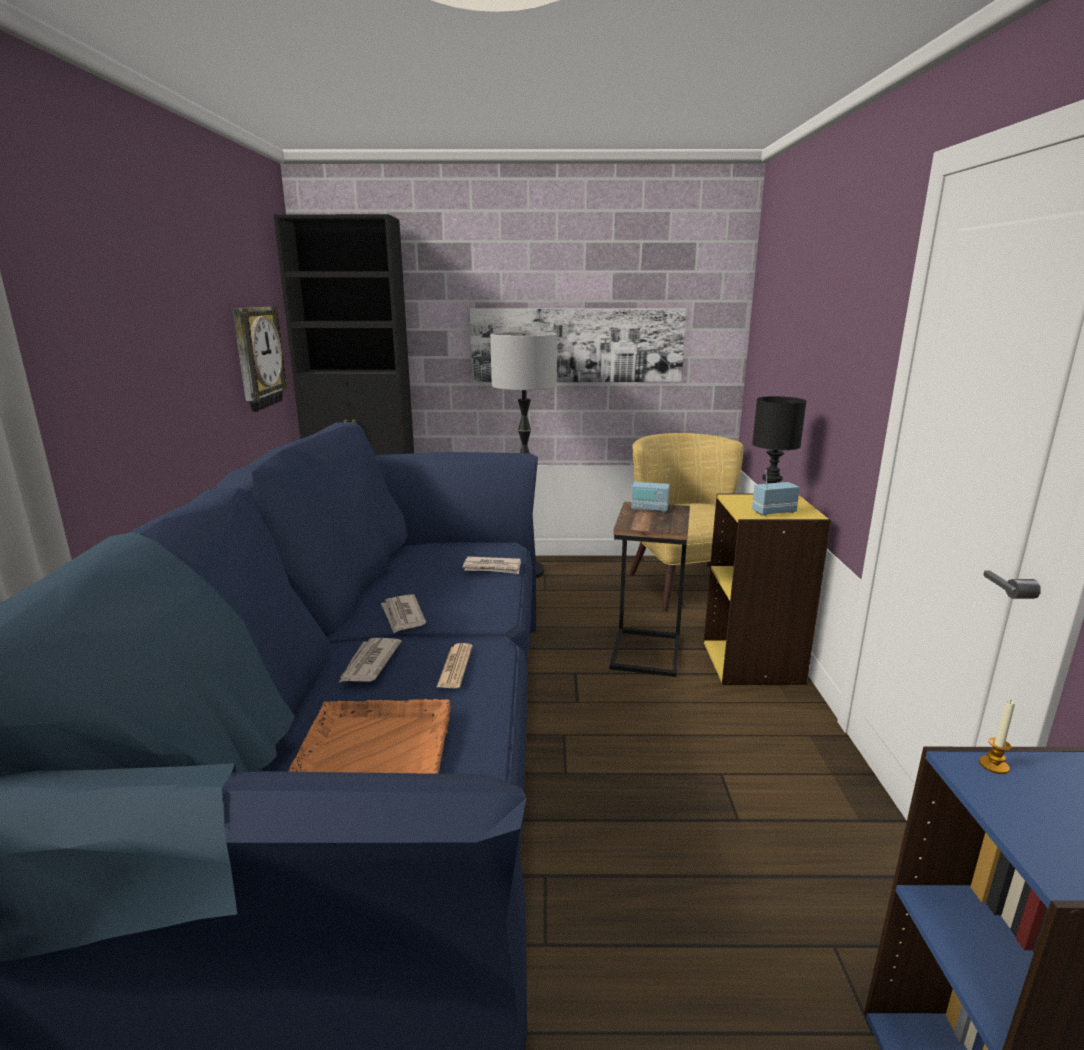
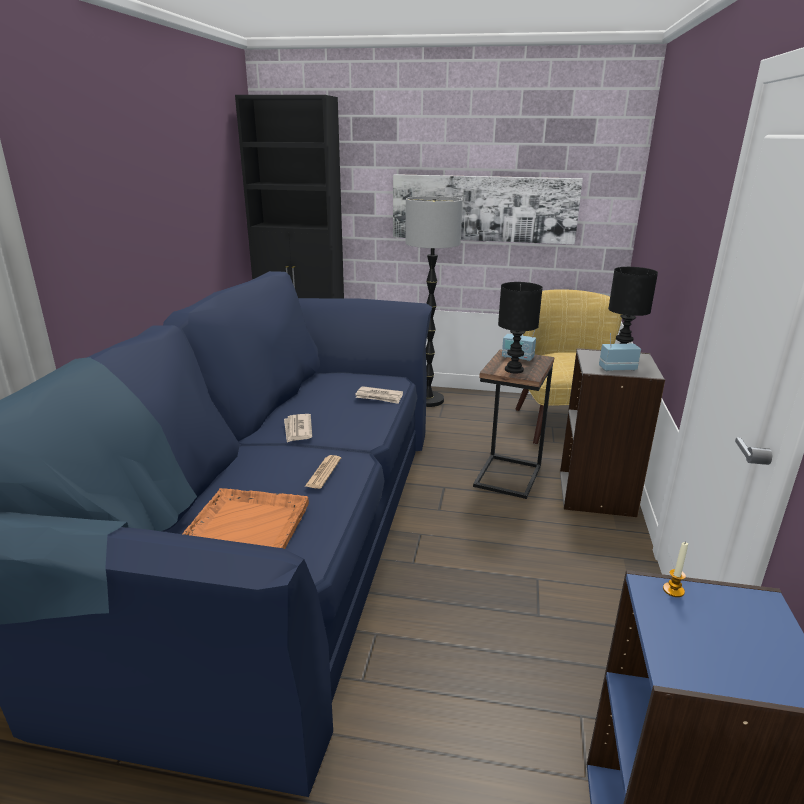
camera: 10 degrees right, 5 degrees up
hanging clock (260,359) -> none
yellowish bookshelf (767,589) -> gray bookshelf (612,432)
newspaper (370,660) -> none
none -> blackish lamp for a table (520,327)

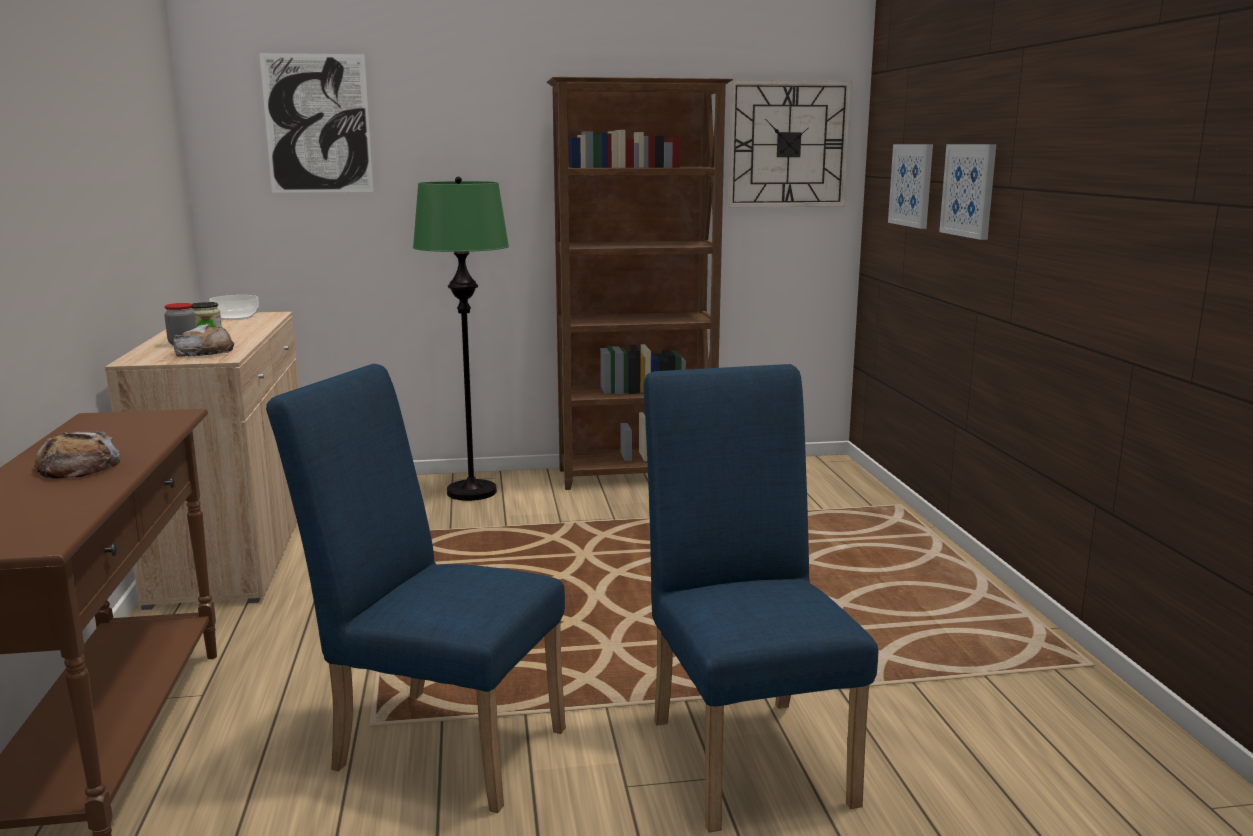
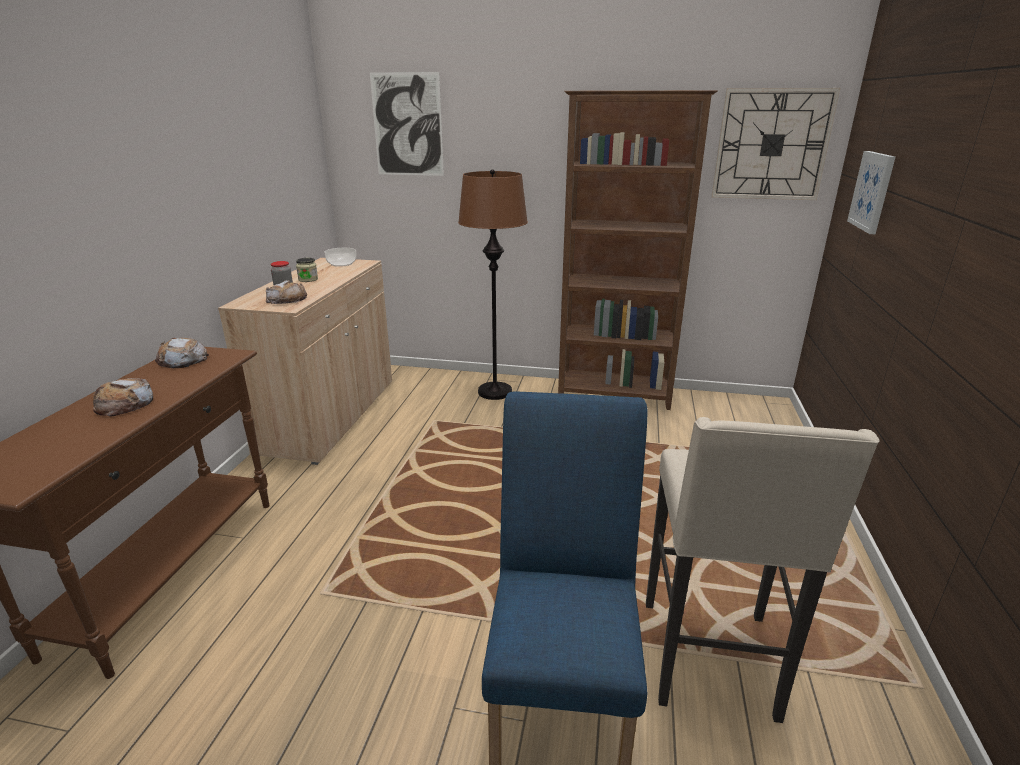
camera: 20 degrees right, 10 degrees up
wall picture (967,192) -> none
green-coloured floor lamp (461,339) -> brownish floor lamp (493,284)
blue-coloured upright chair (416,588) -> none
none -> baked bread (182,353)
none -> beige sitting stool (762,570)

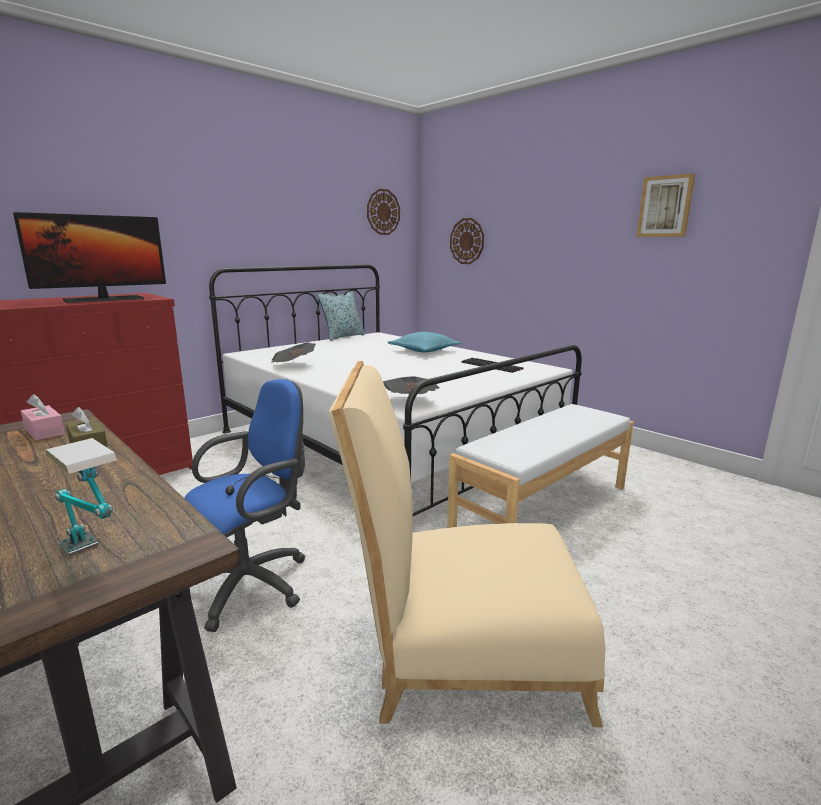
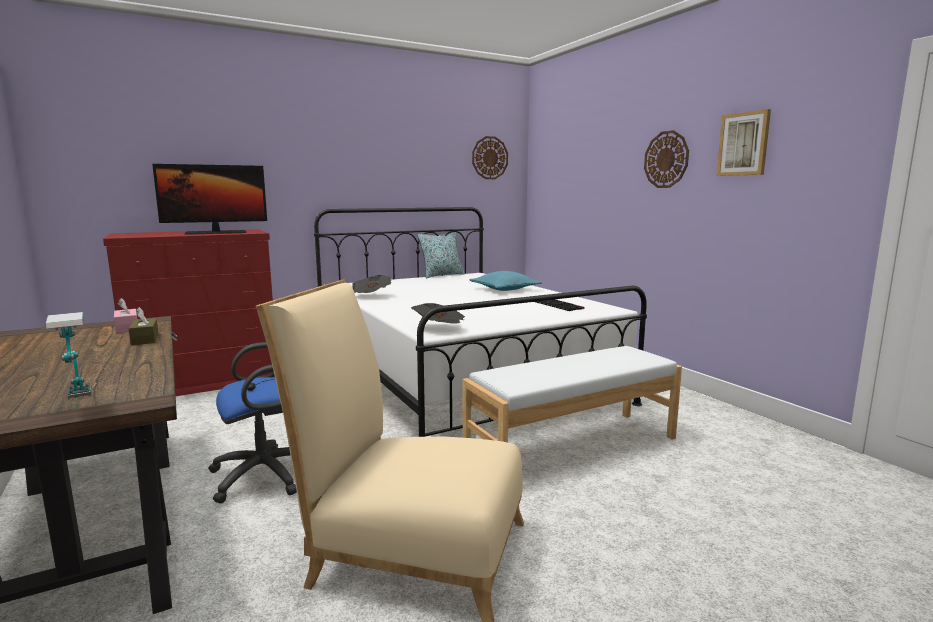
camera: 15 degrees right, 5 degrees down
hanging clock (467,241) -> hanging clock (666,159), moved

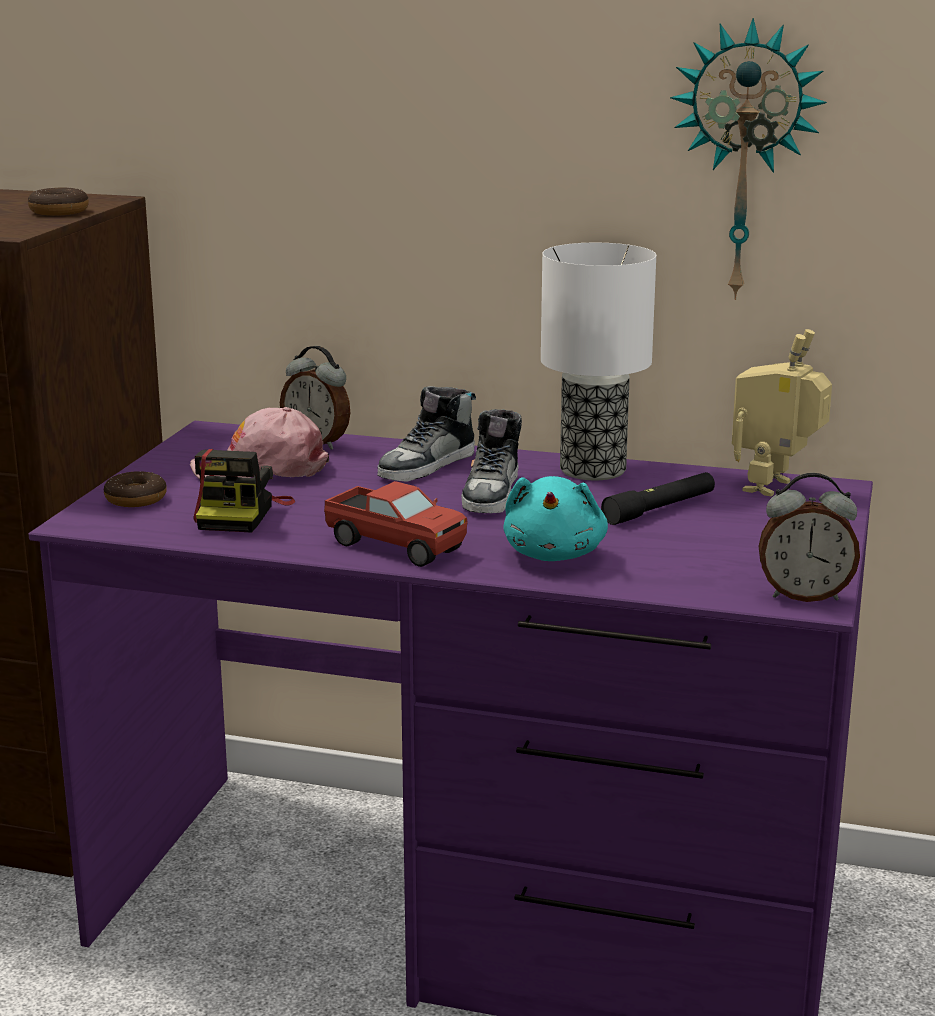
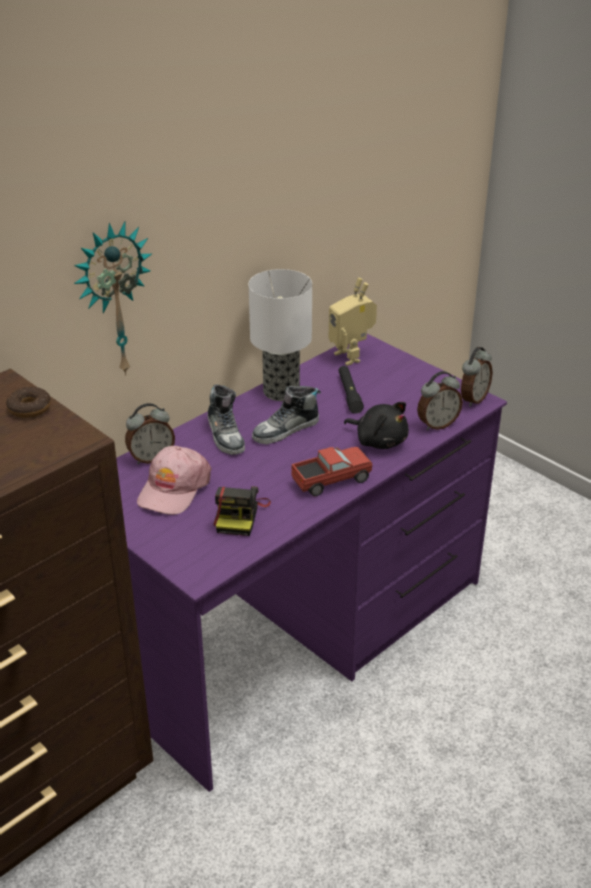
camera: 60 degrees left, 15 degrees up
hanging clock (748,159) -> hanging clock (113,298), moved
shoe (491,461) -> shoe (286,415), 105 degrees clockwise
photo camera (244,491) -> photo camera (242,511), 60 degrees clockwise
donut (135,489) -> none
turquoise-coloured soft toy (555,518) -> blackish soft toy (376,425)
none -> bedside clock (440,401)

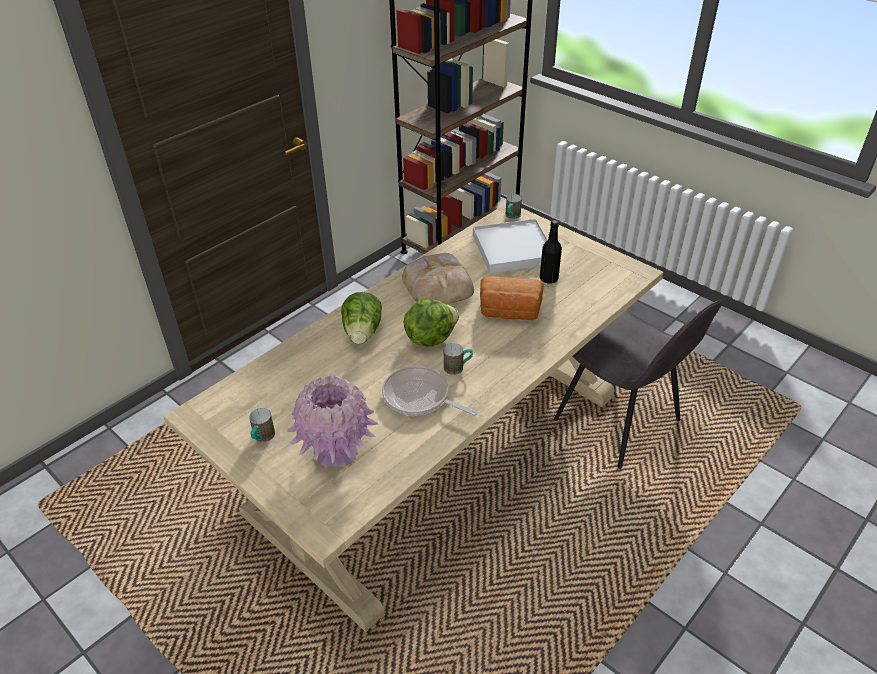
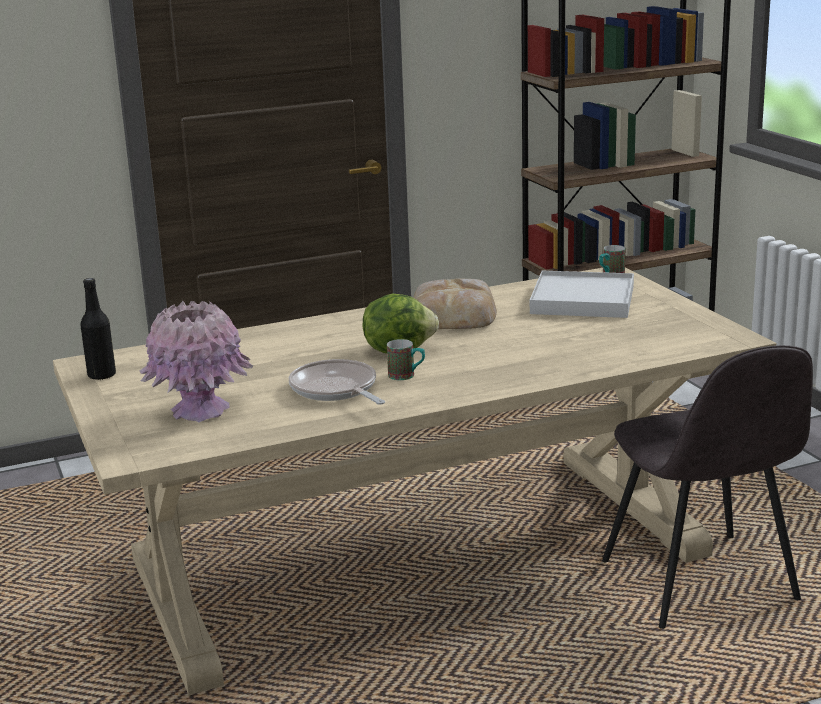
camera: 25 degrees right, 20 degrees down
blackish bottle (551,252) -> blackish bottle (98,329), moved
baked bread (512,298) -> none
lettuce head (361,318) -> none
coffee mug (262,425) -> none

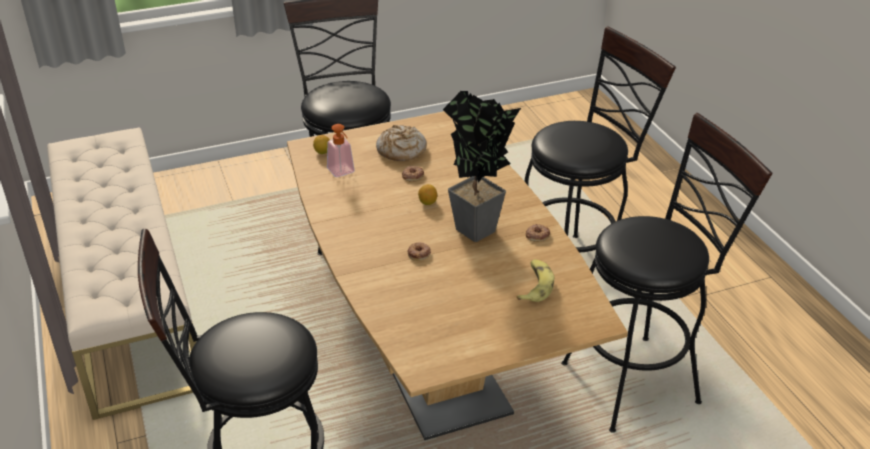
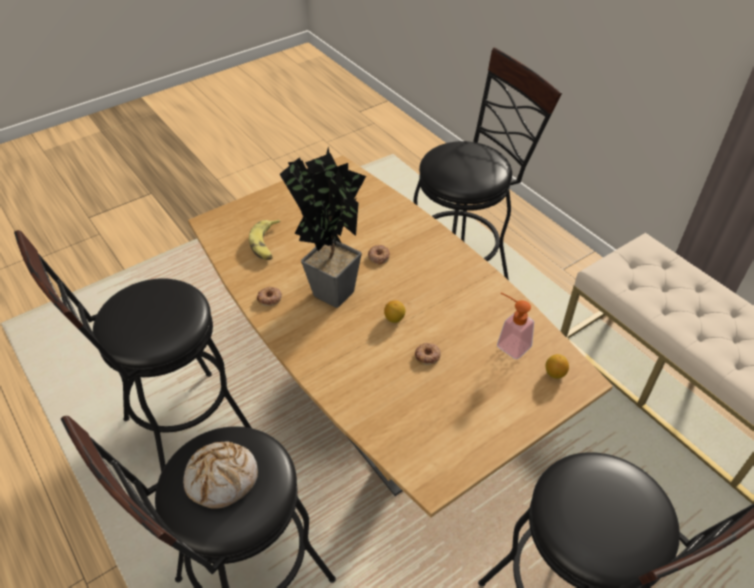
camera: 165 degrees right, 10 degrees up
baked bread (401,143) -> baked bread (220,475), moved

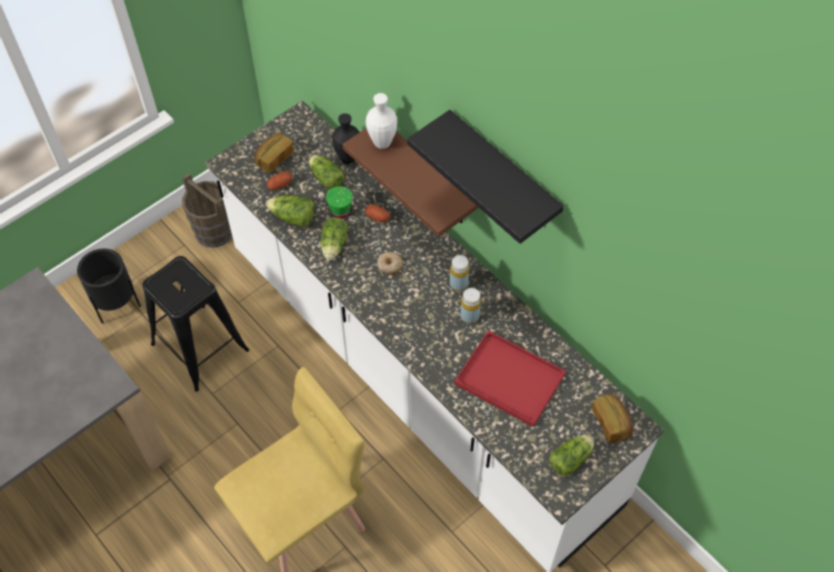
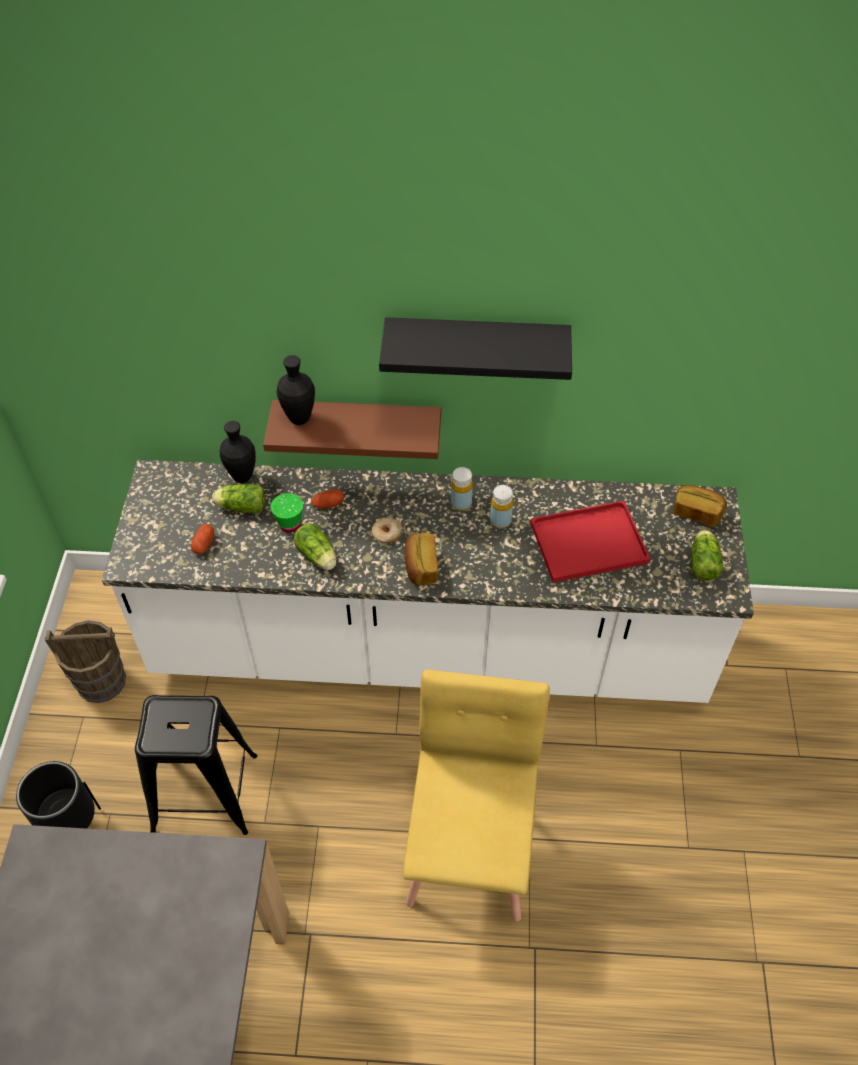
camera: 45 degrees left, 5 degrees down
whitish vase (381,121) -> blackish vase (296,390)
baked bread (274,153) -> baked bread (421,559), moved
lettuce head (290,211) -> none

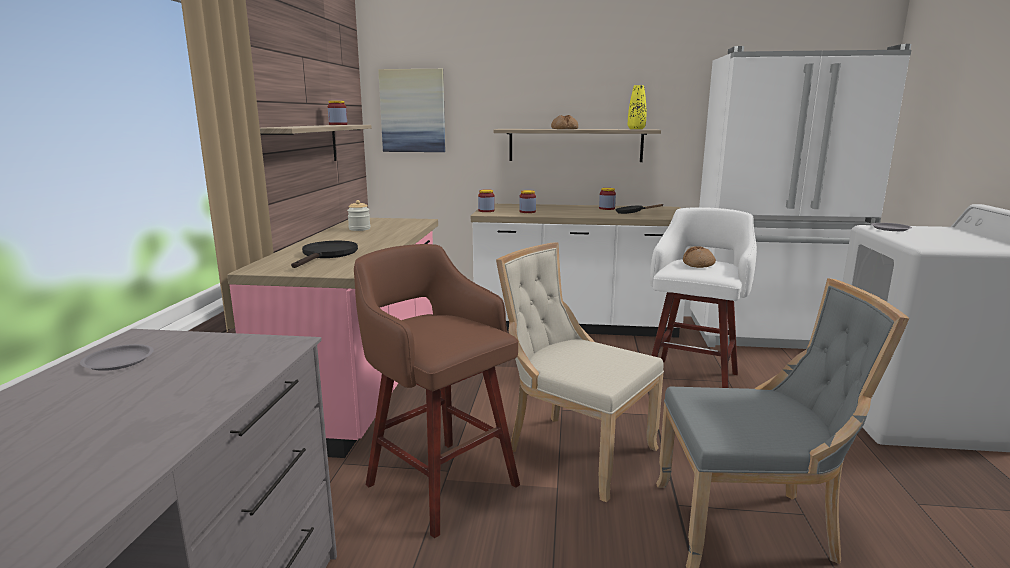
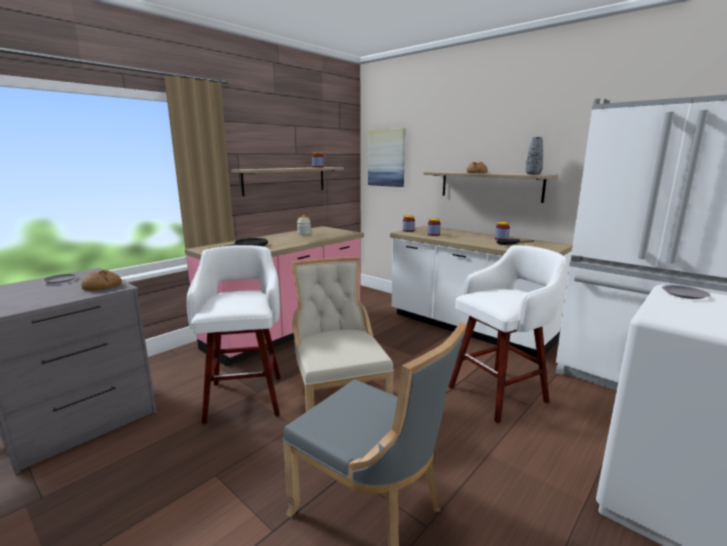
camera: 35 degrees right, 0 degrees up
yellowish vase (637,107) -> gray vase (534,156)
brownish sitting stool (437,391) -> whitish sitting stool (234,334)
baked bread (699,257) -> baked bread (101,280), moved

